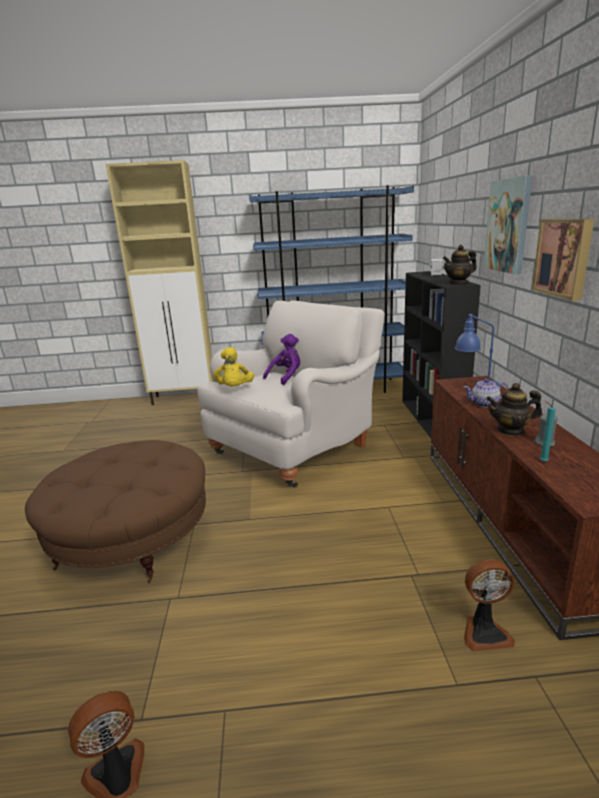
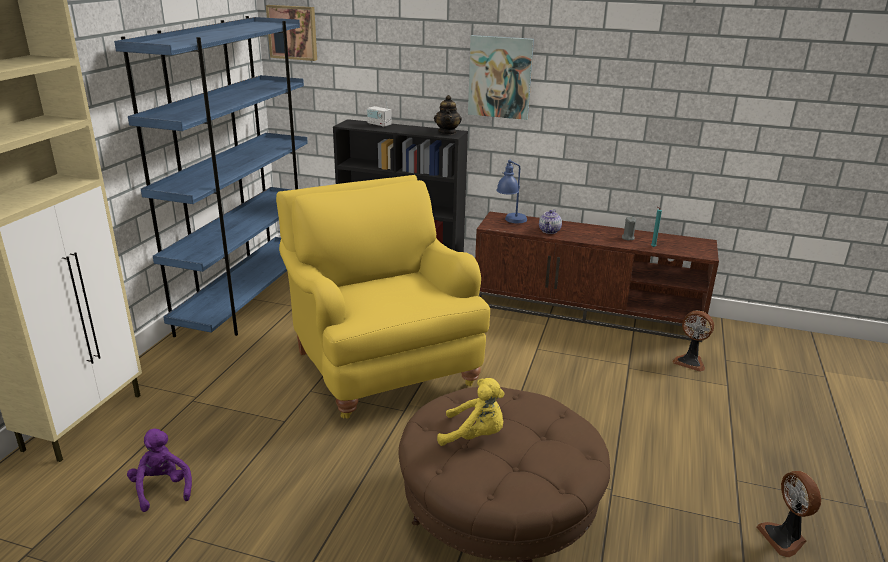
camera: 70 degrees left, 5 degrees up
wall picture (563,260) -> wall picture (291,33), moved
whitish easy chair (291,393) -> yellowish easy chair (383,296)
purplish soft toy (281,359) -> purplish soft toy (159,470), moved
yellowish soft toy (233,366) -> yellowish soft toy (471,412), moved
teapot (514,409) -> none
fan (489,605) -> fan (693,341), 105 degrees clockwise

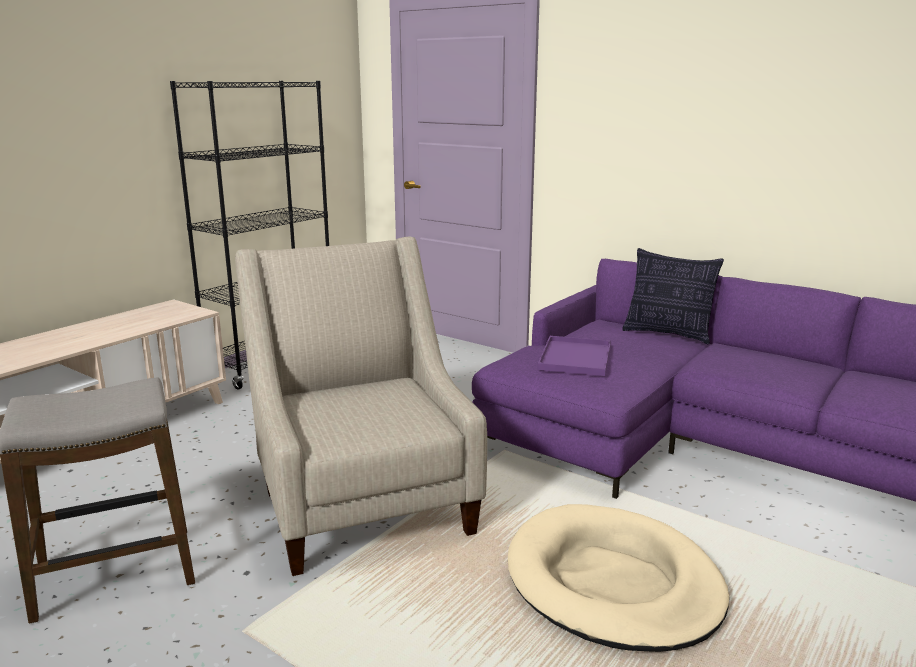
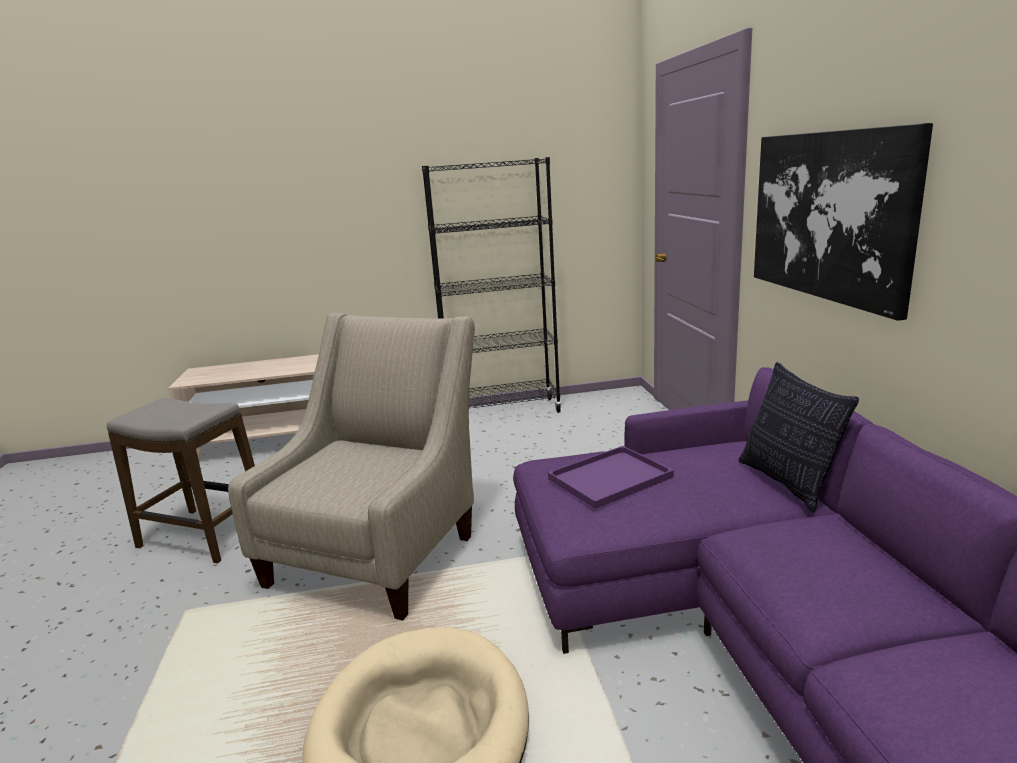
camera: 45 degrees right, 0 degrees up
none -> wall picture (843,222)

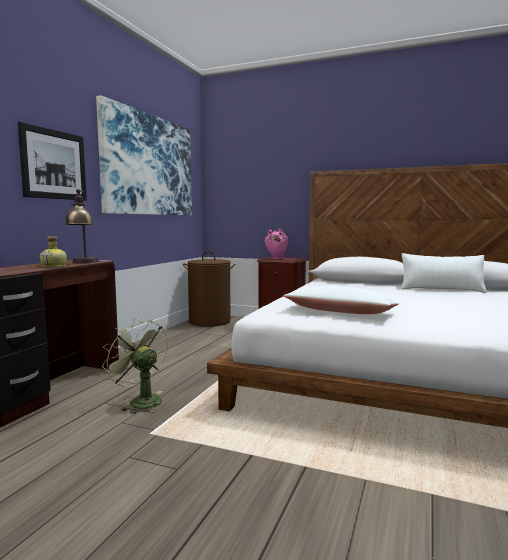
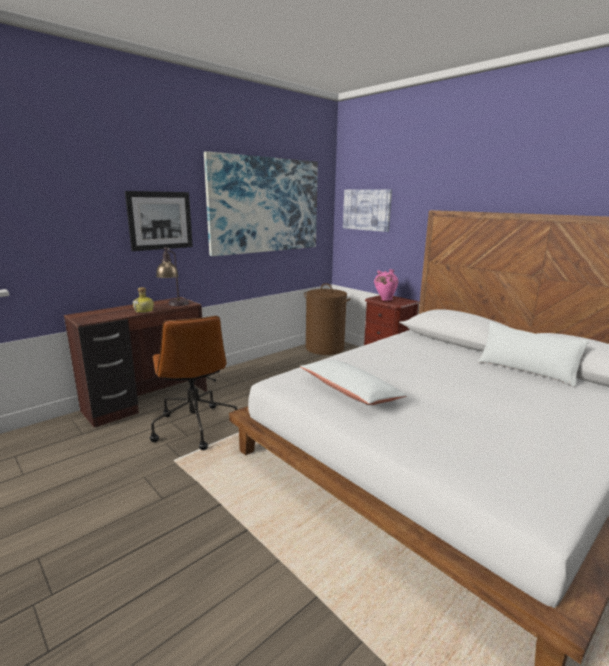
camera: 25 degrees right, 10 degrees up
green-coloured fan (135,366) -> brownish office chair (194,383)
none -> wall picture (367,210)

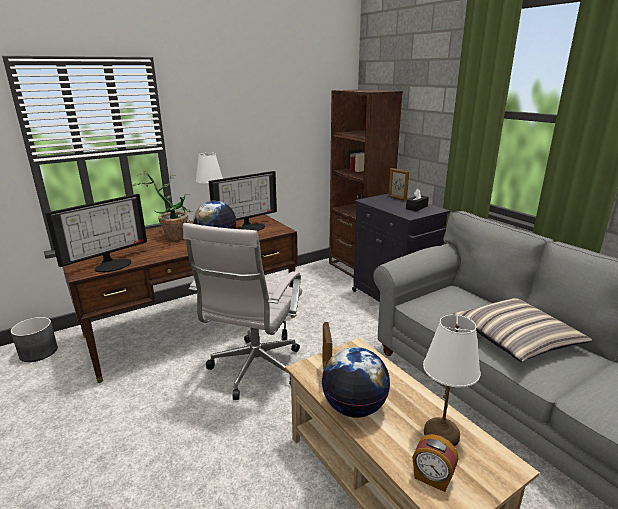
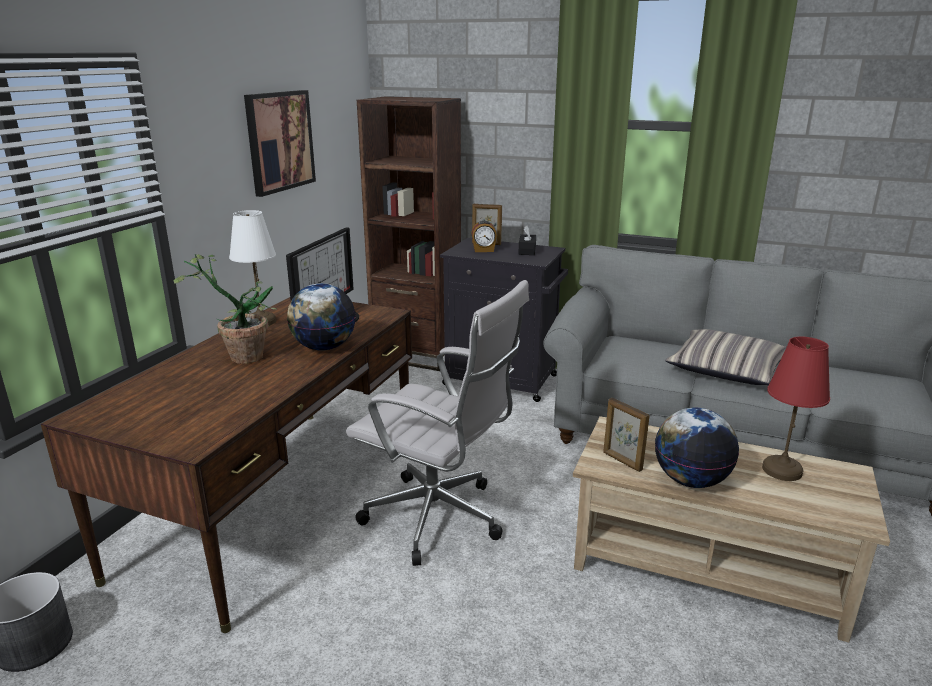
camera: 35 degrees left, 0 degrees up
monitor (96,233) -> none
whitish office chair (242,311) -> whitish office chair (437,423), 45 degrees counterclockwise
whitish lamp for a table (452,380) -> red lamp for a table (796,408)
bedside clock (435,463) -> bedside clock (484,236), moved
none -> wall picture (280,143)

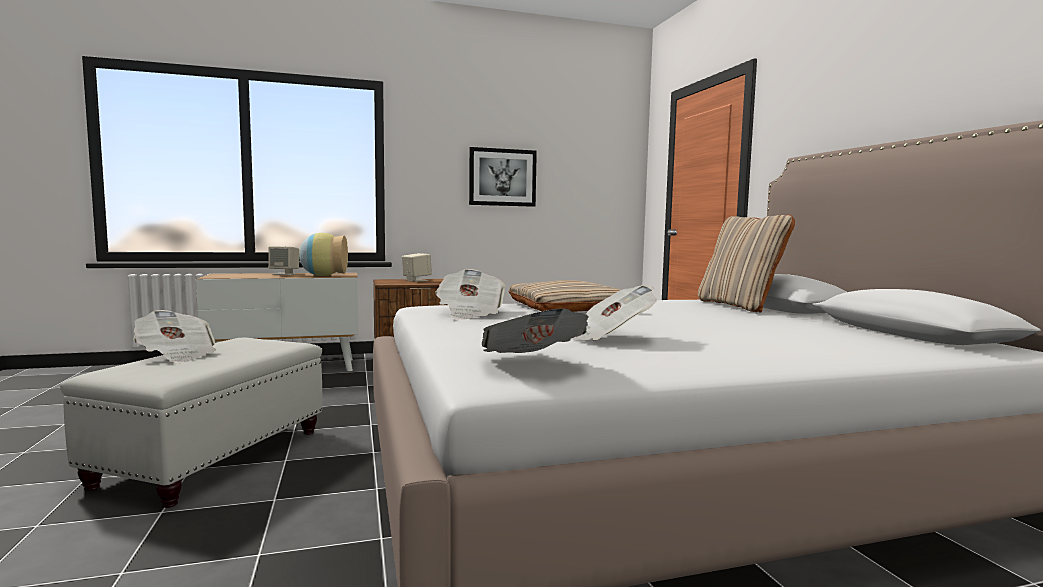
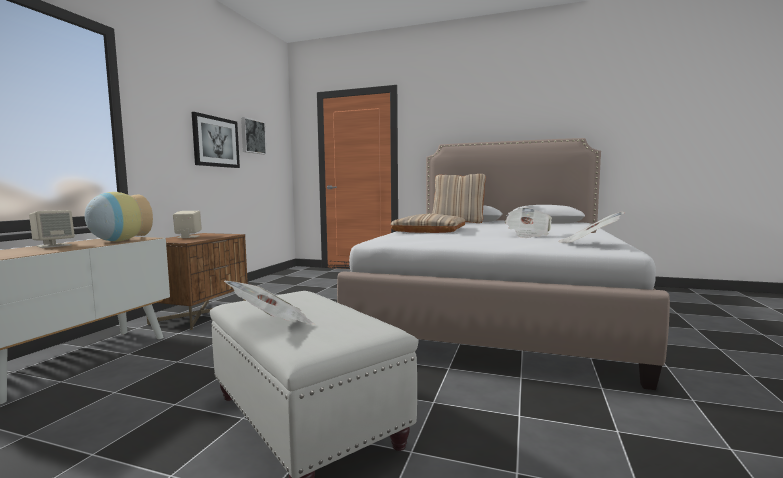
camera: 55 degrees left, 0 degrees up
newspaper (470,294) -> none
none -> wall picture (254,136)

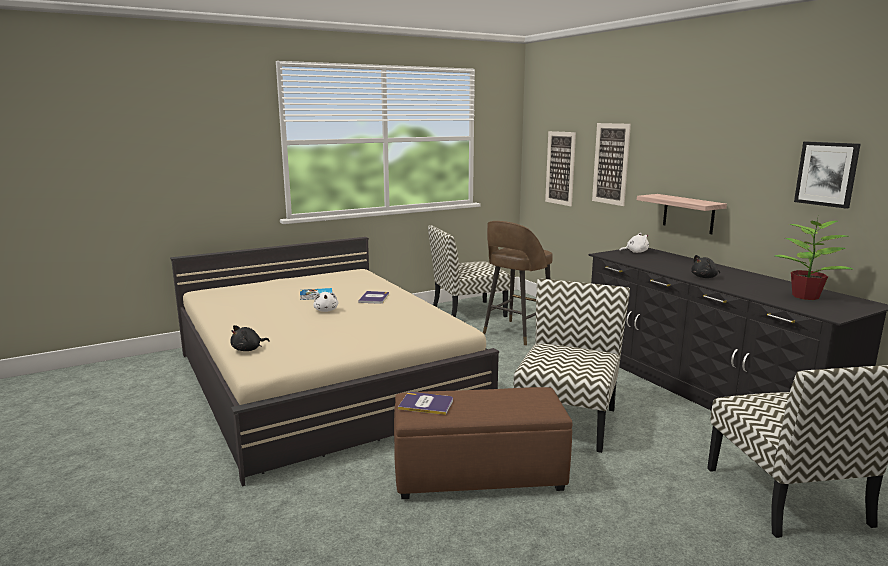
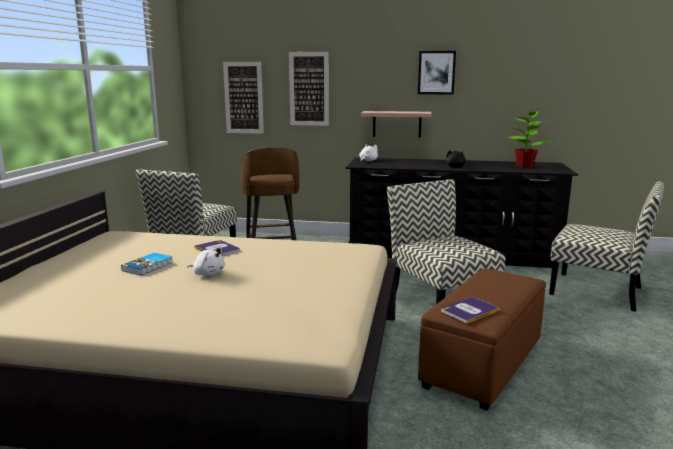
camera: 50 degrees left, 0 degrees up
wall picture (827,175) -> wall picture (437,72), moved
blackish soft toy (250,338) -> none

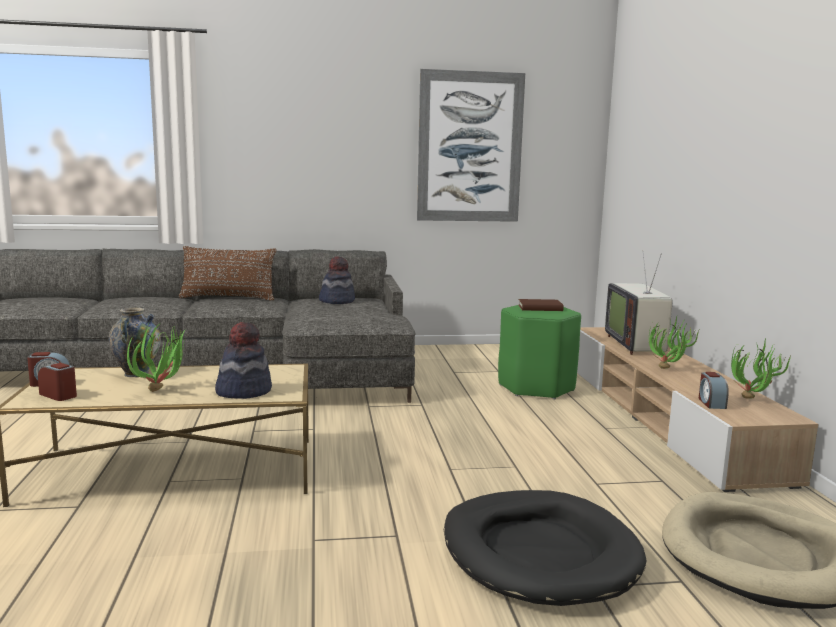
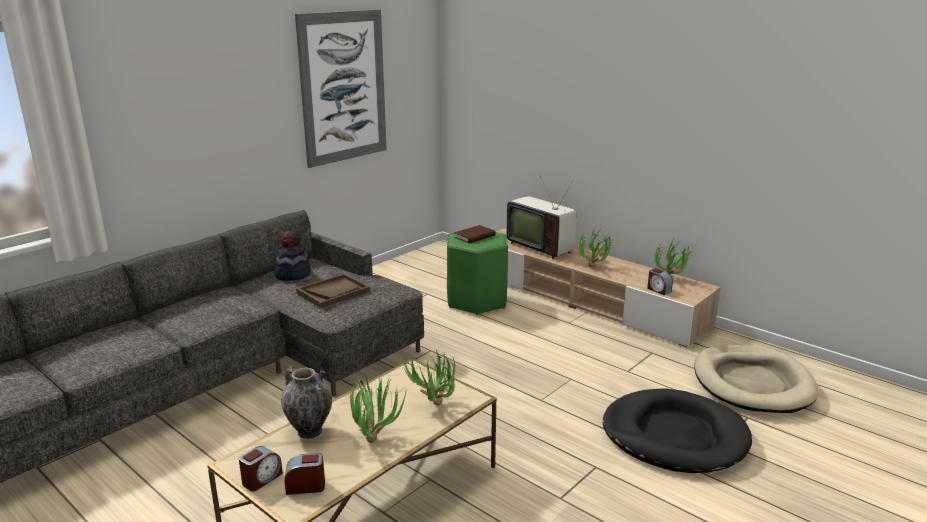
camera: 40 degrees left, 10 degrees up
brownish pillow (227,273) -> none
hat (243,360) -> potted plant (429,377)
none -> brownish carrying tray (333,290)

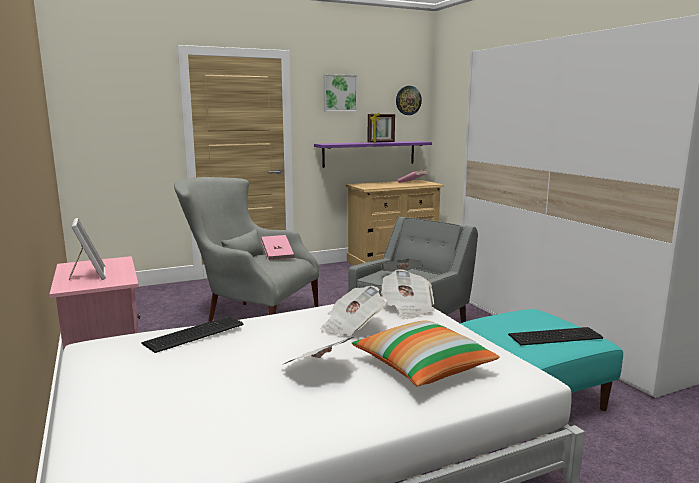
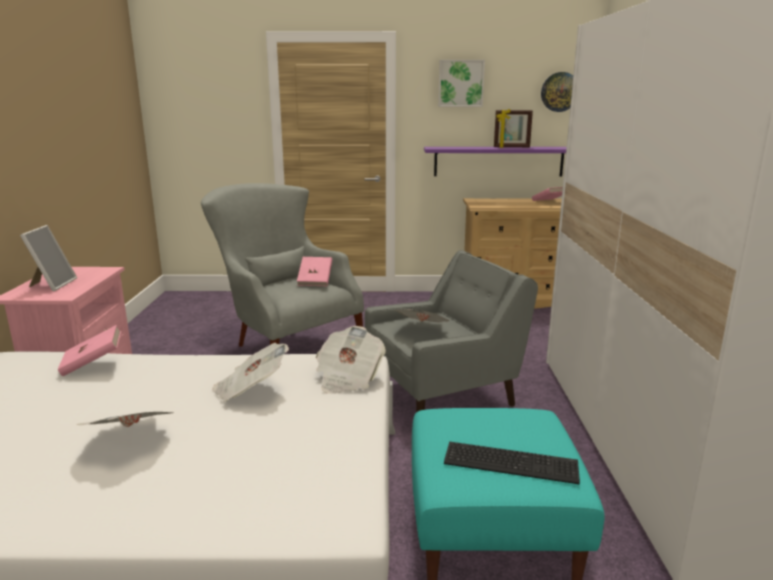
camera: 25 degrees right, 5 degrees up
computer keyboard (193,334) -> pink-coloured book (89,350)
pillow (426,353) -> none

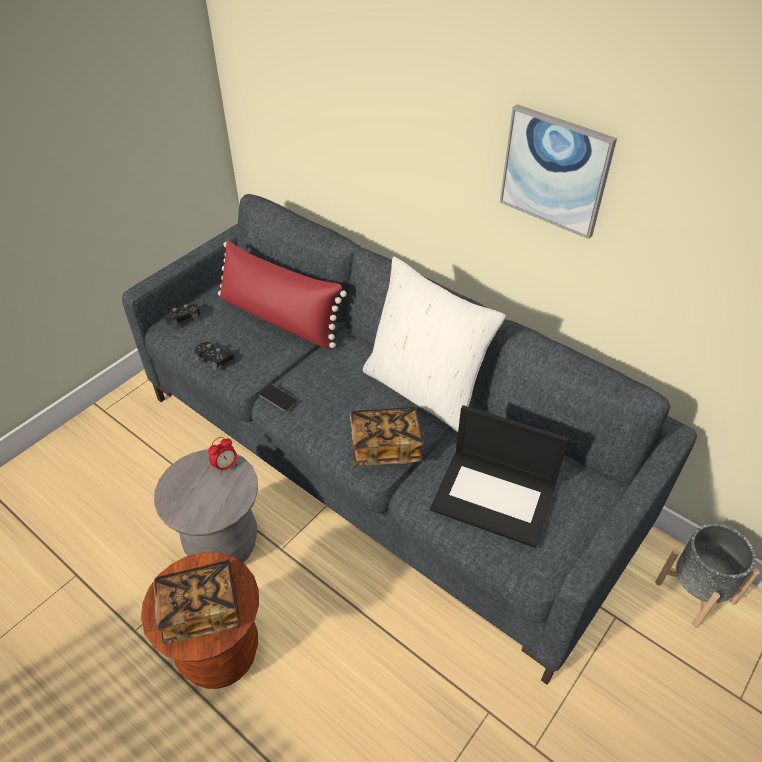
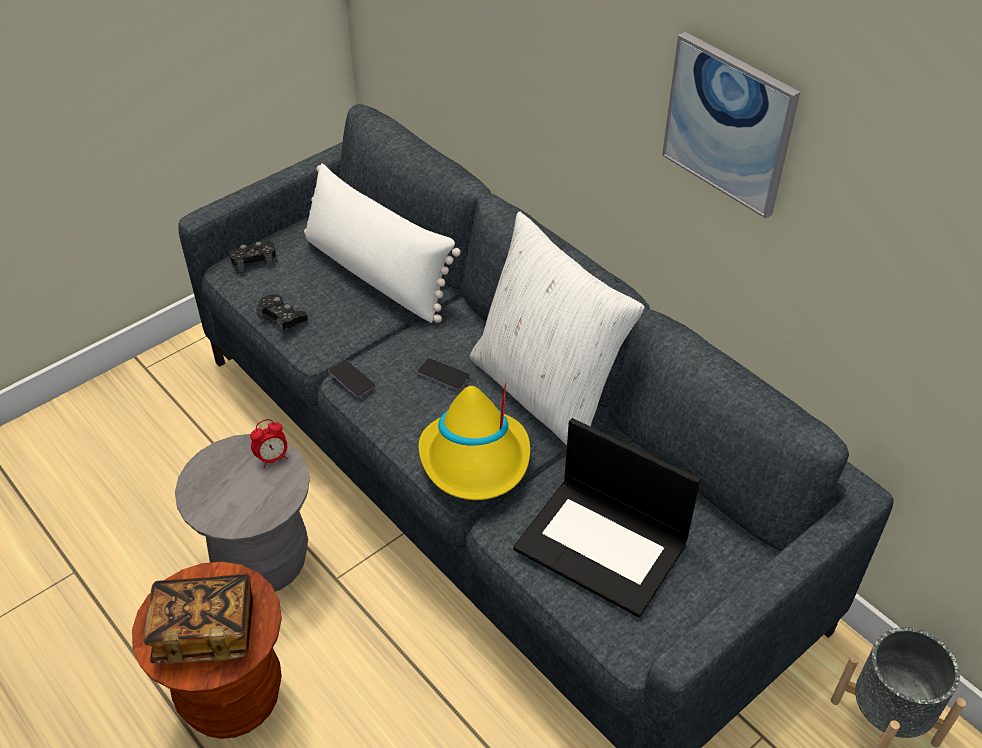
camera: 10 degrees right, 0 degrees up
red pillow (282,294) -> whitish pillow (382,243)
book (387,436) -> yellowish hat (474,440)
none -> telephone (443,374)

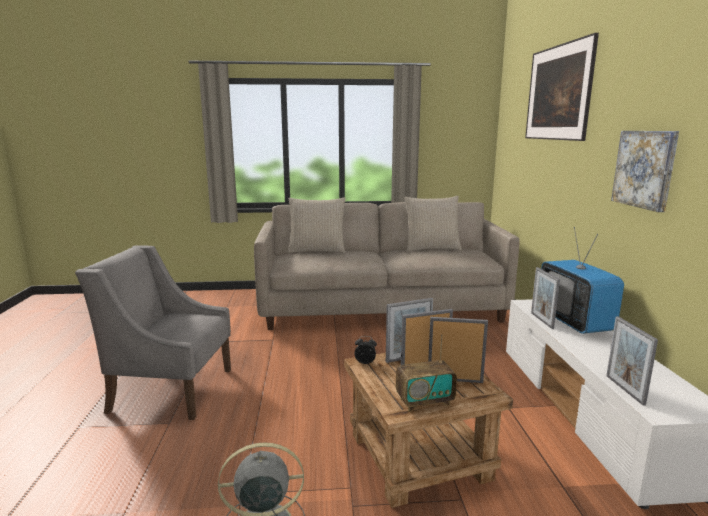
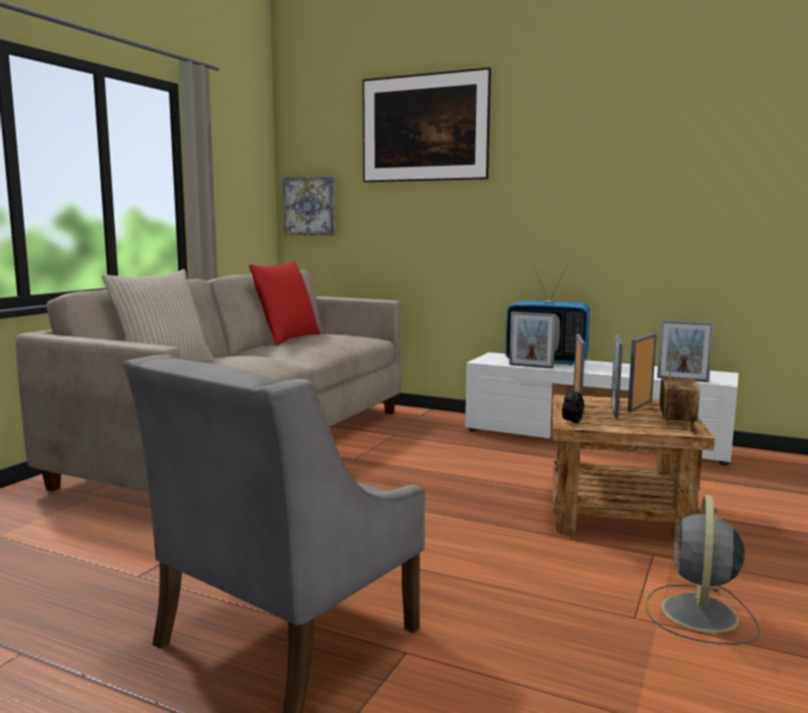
camera: 60 degrees left, 5 degrees down
wall picture (645,171) -> wall picture (309,206), moved
beige pillow (433,223) -> red pillow (284,303)

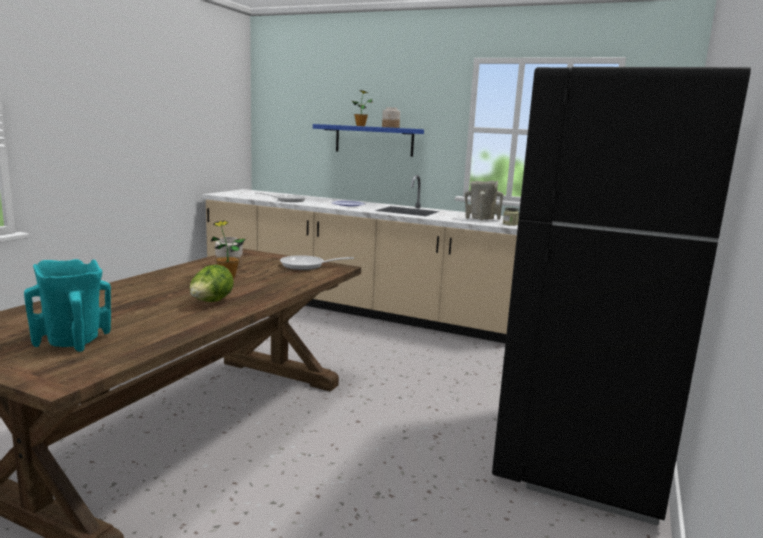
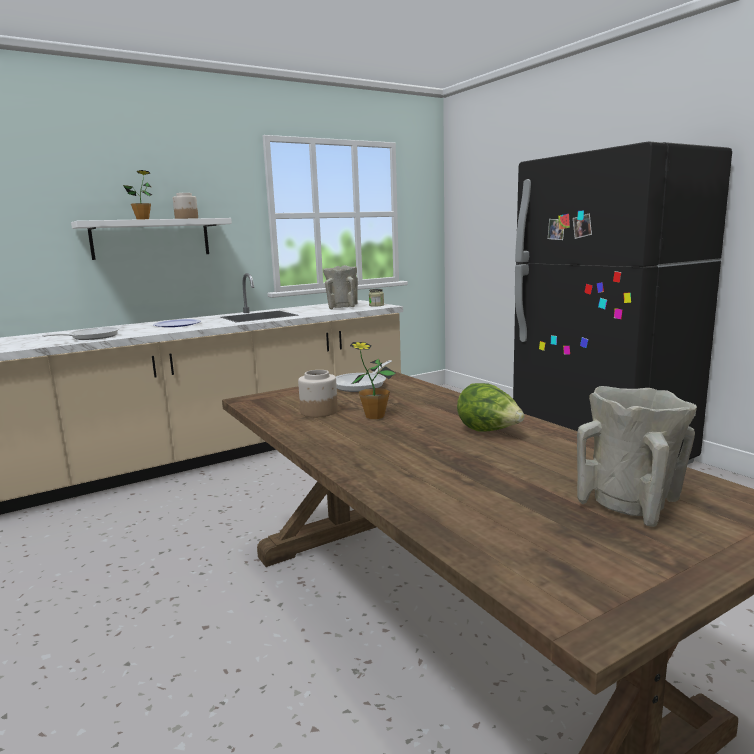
camera: 55 degrees left, 0 degrees up
blue-coloured bracket shelf (368,140) -> whitish bracket shelf (151,239)
turquoise-coloured vase (67,305) -> beige vase (637,456)

